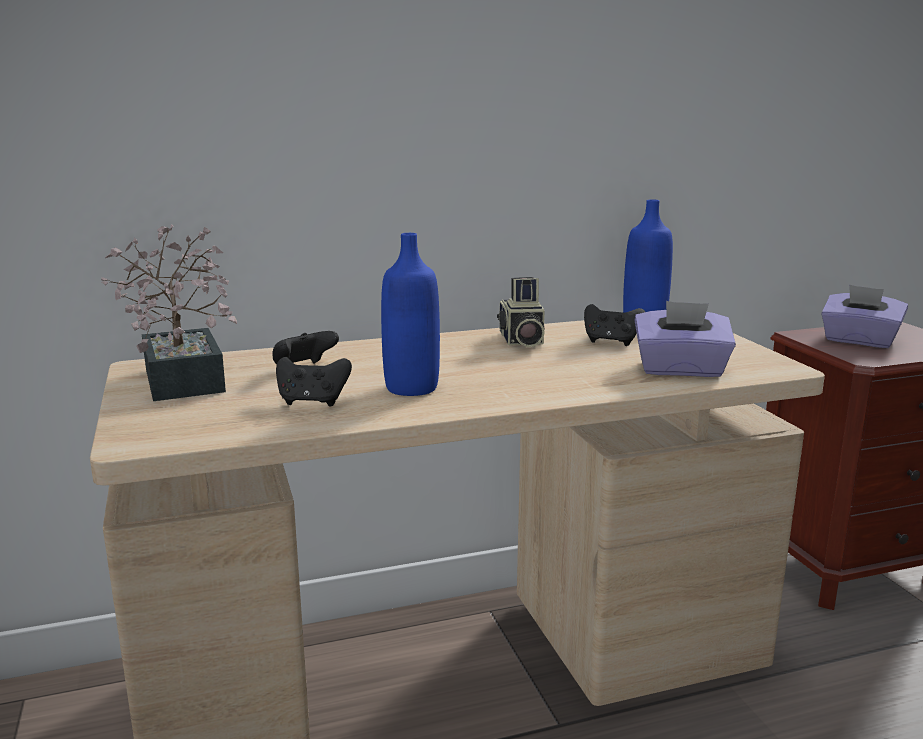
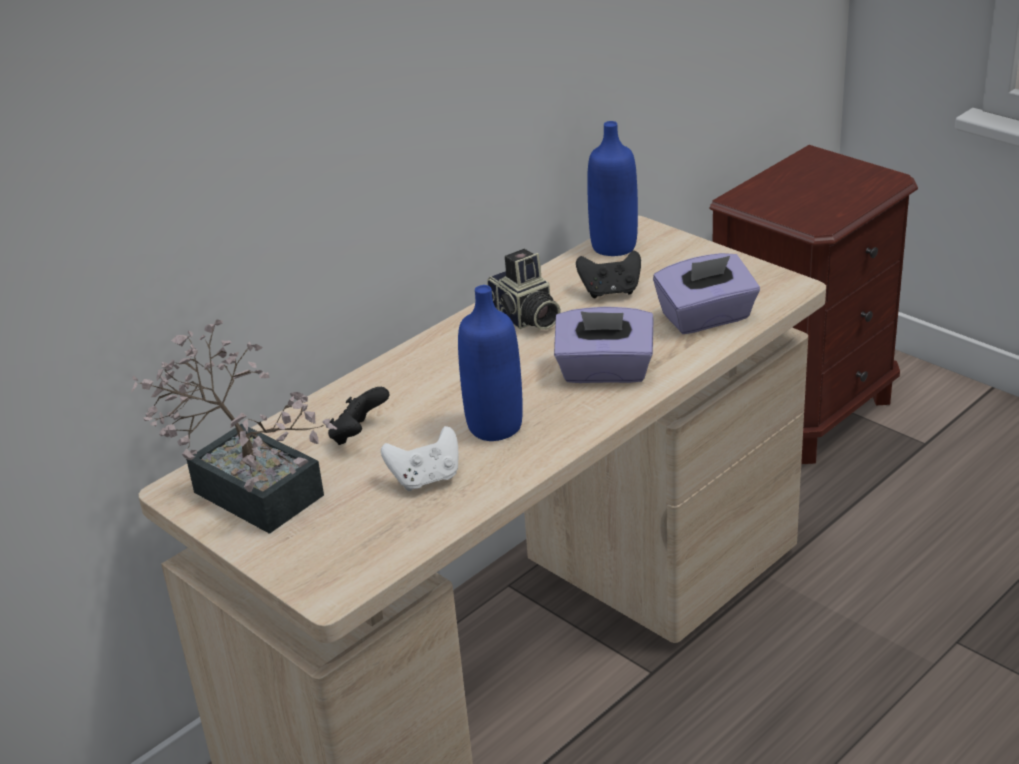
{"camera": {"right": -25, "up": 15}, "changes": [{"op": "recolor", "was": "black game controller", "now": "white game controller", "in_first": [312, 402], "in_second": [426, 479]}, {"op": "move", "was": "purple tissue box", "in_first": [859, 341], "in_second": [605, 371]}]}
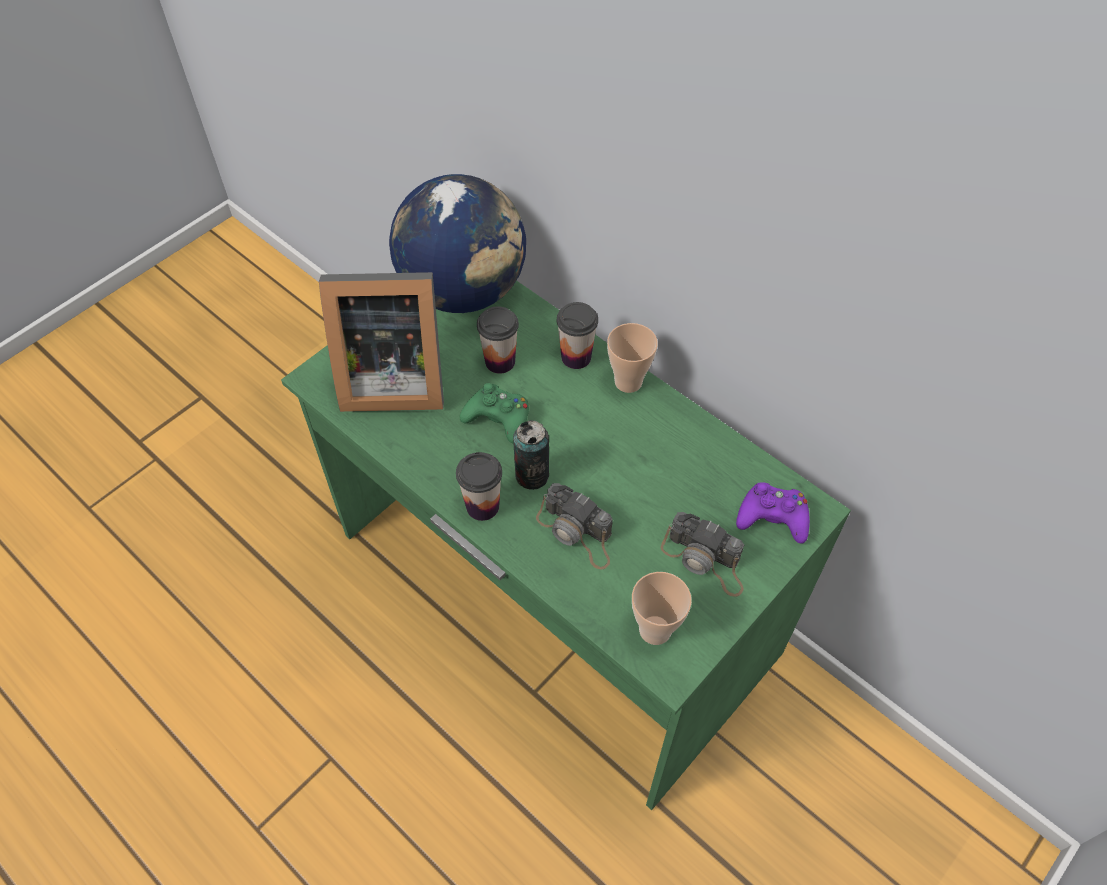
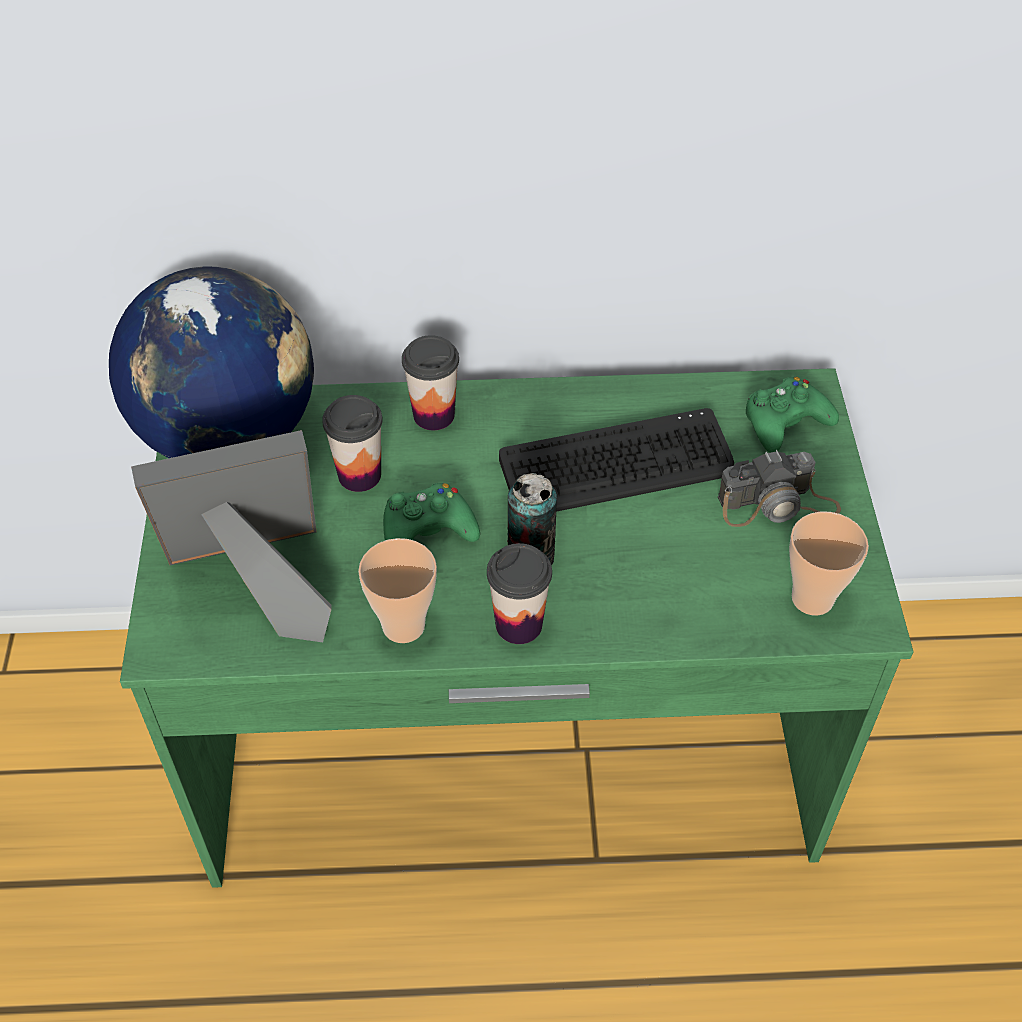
{"camera": {"right": -45, "up": -5}, "changes": [{"op": "rotate", "was": "picture frame", "in_first": [390, 379], "in_second": [257, 581], "clockwise": -150}, {"op": "move", "was": "cup", "in_first": [628, 382], "in_second": [403, 626]}, {"op": "insert", "now": "keyboard", "in_second": [617, 466]}, {"op": "recolor", "was": "purple game controller", "now": "green game controller", "in_first": [773, 517], "in_second": [785, 422]}, {"op": "delete", "was": "photo camera", "in_first": [577, 533]}]}
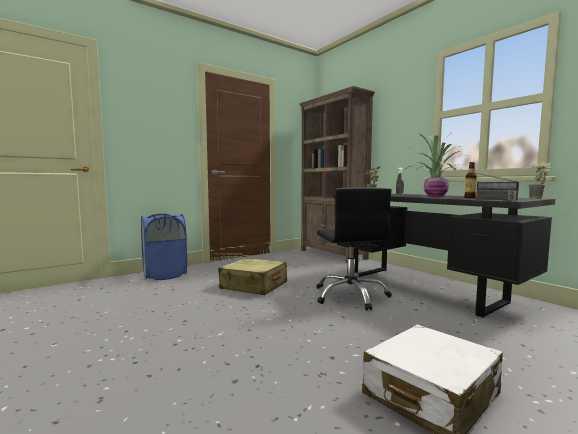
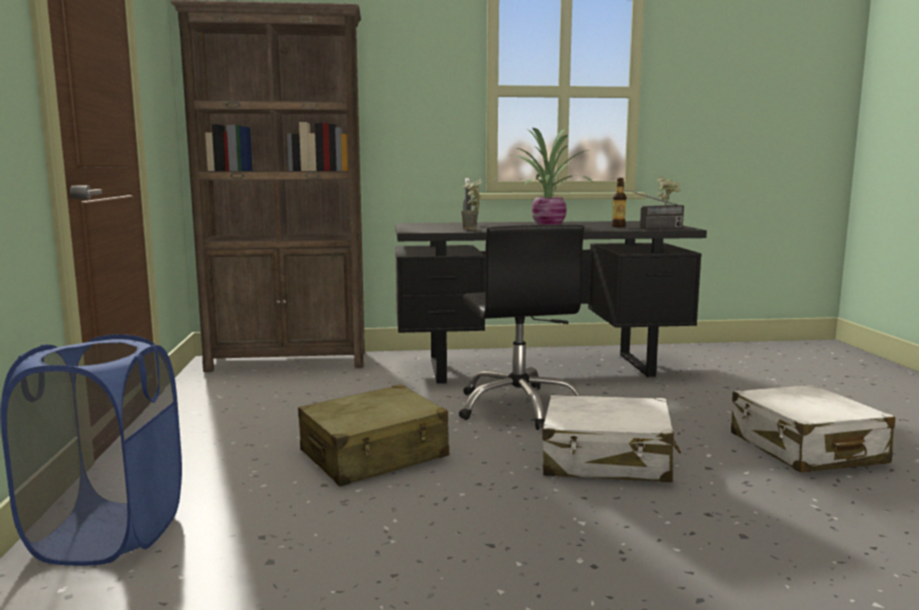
{"camera": {"right": -60, "up": 5}, "changes": [{"op": "rotate", "was": "black office chair", "in_first": [350, 296], "in_second": [519, 407], "clockwise": 60}, {"op": "insert", "now": "white suitcase", "in_second": [607, 460]}]}
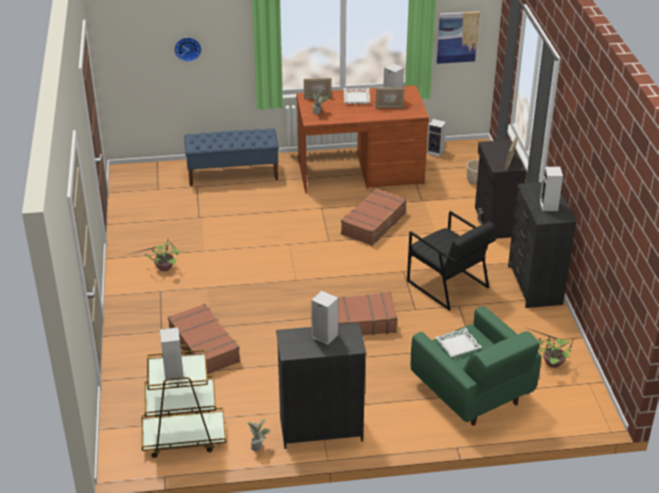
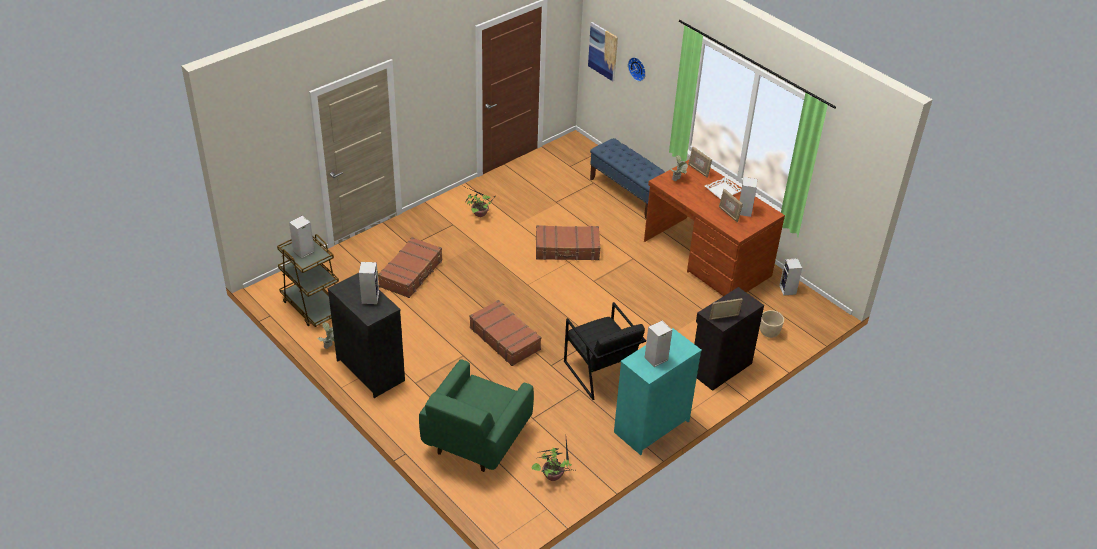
{"camera": {"right": 55, "up": 5}, "changes": [{"op": "move", "was": "brown suitcase", "in_first": [374, 224], "in_second": [567, 249]}, {"op": "rotate", "was": "black armchair", "in_first": [447, 284], "in_second": [601, 371], "clockwise": -45}, {"op": "move", "was": "picture", "in_first": [457, 37], "in_second": [603, 51]}, {"op": "recolor", "was": "black dresser", "now": "turquoise dresser", "in_first": [534, 285], "in_second": [651, 426]}, {"op": "delete", "was": "white tray", "in_first": [458, 345]}]}
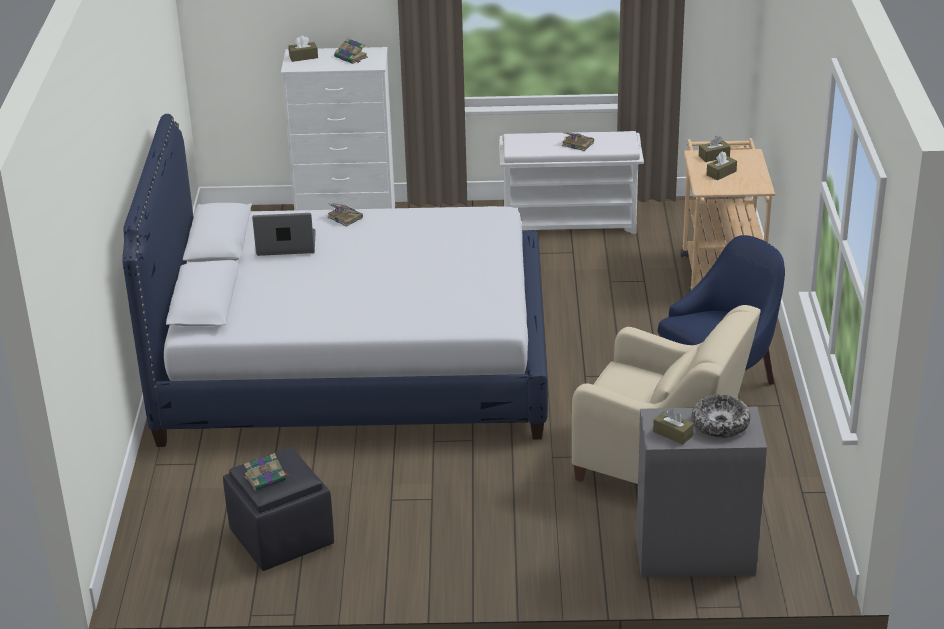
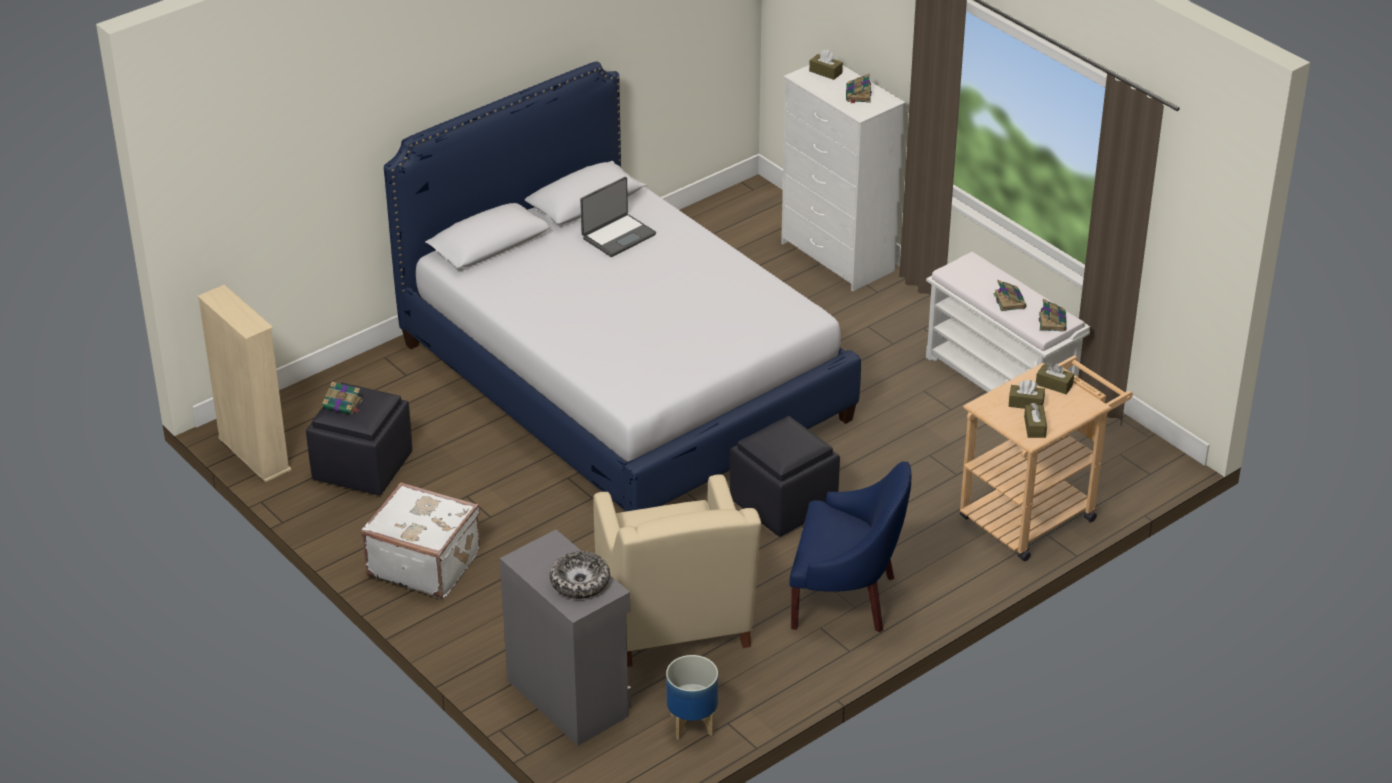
{"camera": {"right": 50, "up": 5}, "changes": [{"op": "insert", "now": "beige bookcase", "in_second": [254, 454]}, {"op": "insert", "now": "white suitcase", "in_second": [424, 563]}, {"op": "rotate", "was": "laptop", "in_first": [286, 245], "in_second": [618, 236], "clockwise": 90}, {"op": "insert", "now": "planter", "in_second": [693, 724]}, {"op": "insert", "now": "black ottoman", "in_second": [783, 503]}, {"op": "move", "was": "brown tissue box", "in_first": [673, 434], "in_second": [1034, 427]}, {"op": "move", "was": "book", "in_first": [344, 217], "in_second": [1052, 321]}]}
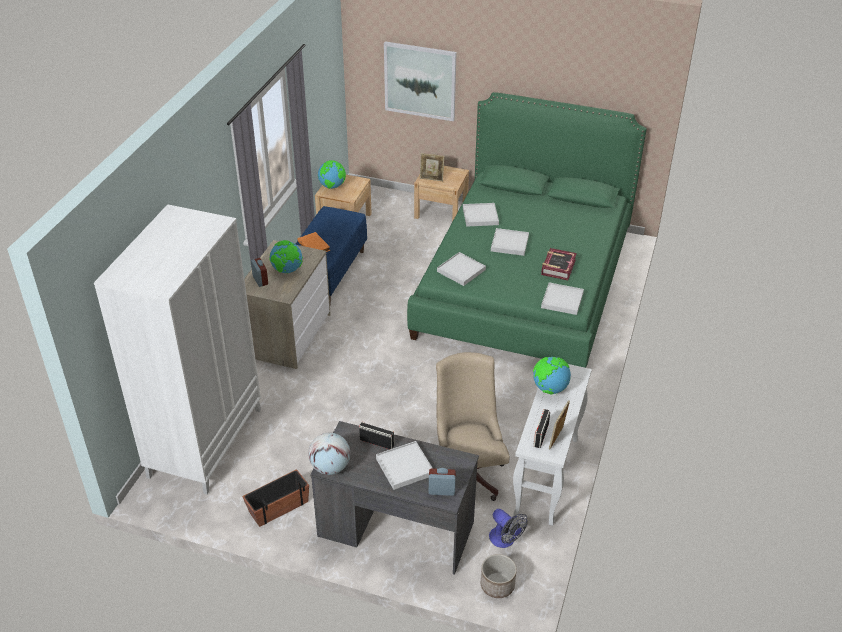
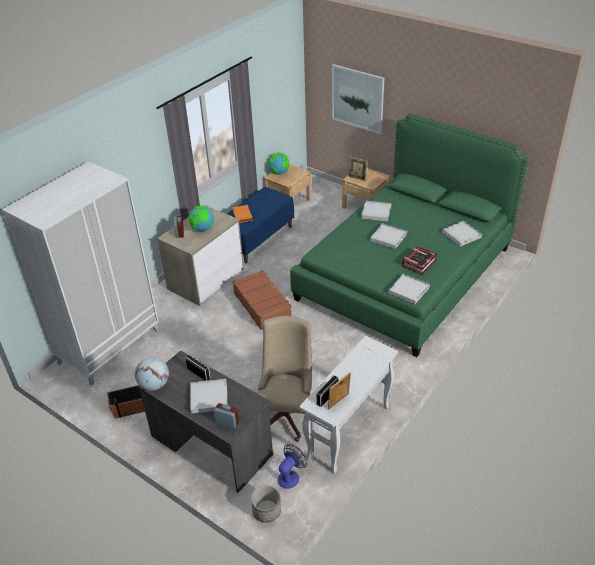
{"camera": {"right": 20, "up": 0}, "changes": [{"op": "insert", "now": "brown suitcase", "in_second": [262, 305]}, {"op": "rotate", "was": "fan", "in_first": [505, 540], "in_second": [290, 476], "clockwise": -120}, {"op": "move", "was": "white tray", "in_first": [461, 270], "in_second": [461, 235]}, {"op": "delete", "was": "globe", "in_first": [549, 389]}]}
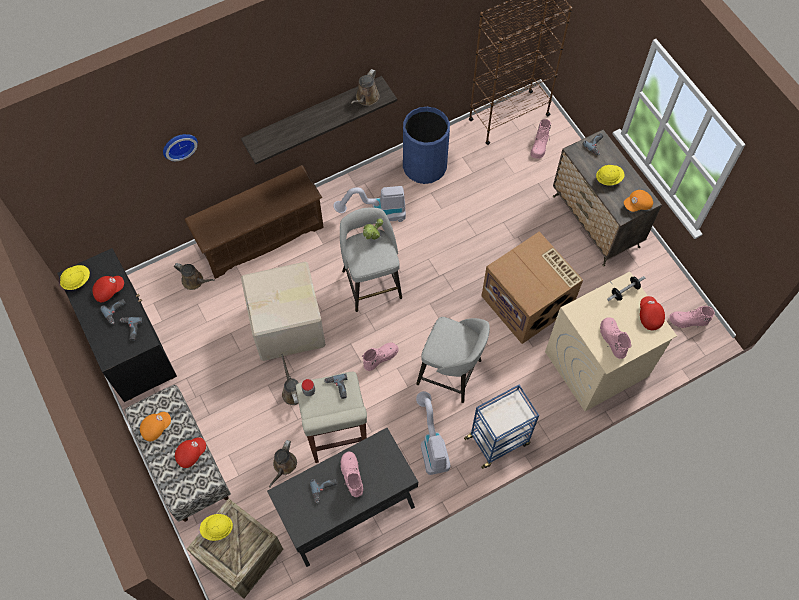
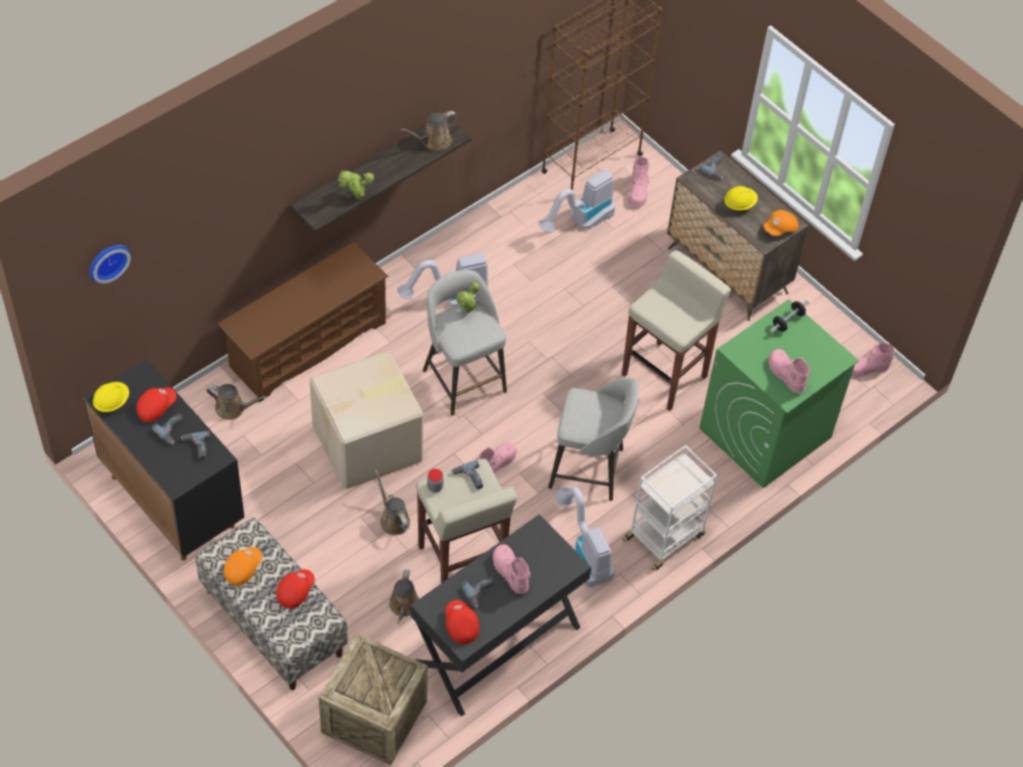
{"camera": {"right": -15, "up": -10}, "changes": [{"op": "move", "was": "wall clock", "in_first": [179, 144], "in_second": [107, 261]}, {"op": "insert", "now": "potted plant", "in_second": [356, 197]}, {"op": "rotate", "was": "brown watering can", "in_first": [366, 98], "in_second": [434, 141], "clockwise": 45}, {"op": "move", "was": "red cap", "in_first": [649, 316], "in_second": [460, 626]}, {"op": "insert", "now": "vacuum cleaner", "in_second": [580, 223]}, {"op": "replace", "was": "cardboard box", "now": "beige stool", "in_first": [528, 302], "in_second": [665, 375]}, {"op": "recolor", "was": "blue cart", "now": "white cart", "in_first": [498, 440], "in_second": [665, 536]}, {"op": "recolor", "was": "beige washing machine", "now": "green washing machine", "in_first": [596, 364], "in_second": [765, 433]}, {"op": "delete", "was": "yellow hard hat", "in_first": [217, 529]}, {"op": "delete", "was": "blue trash can", "in_first": [424, 166]}]}
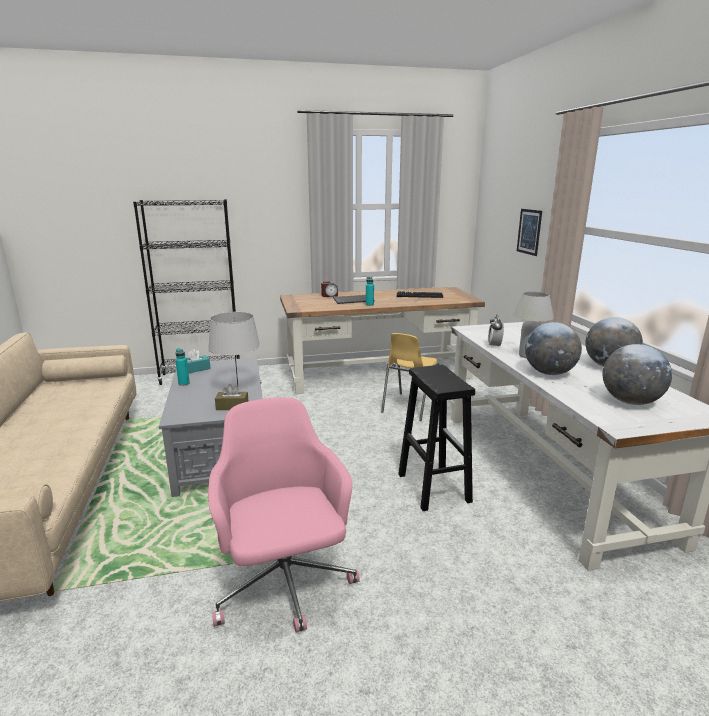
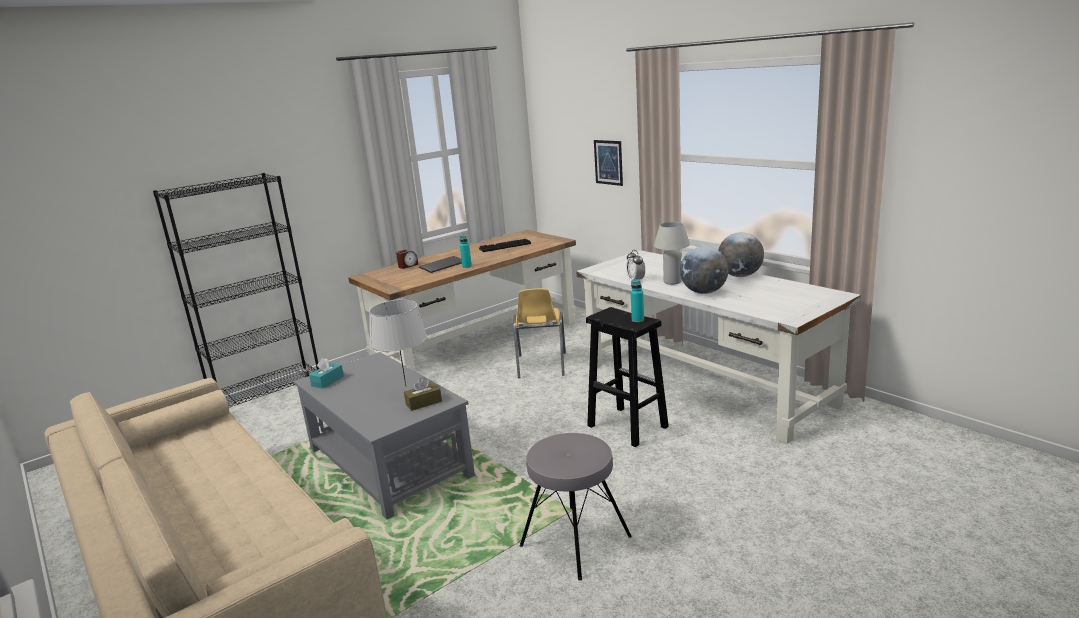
{"camera": {"right": -25, "up": 0}, "changes": [{"op": "replace", "was": "pink office chair", "now": "grey stool", "in_first": [284, 584], "in_second": [575, 540]}, {"op": "move", "was": "turquoise bottle", "in_first": [184, 383], "in_second": [637, 320]}, {"op": "delete", "was": "globe", "in_first": [630, 402]}]}
